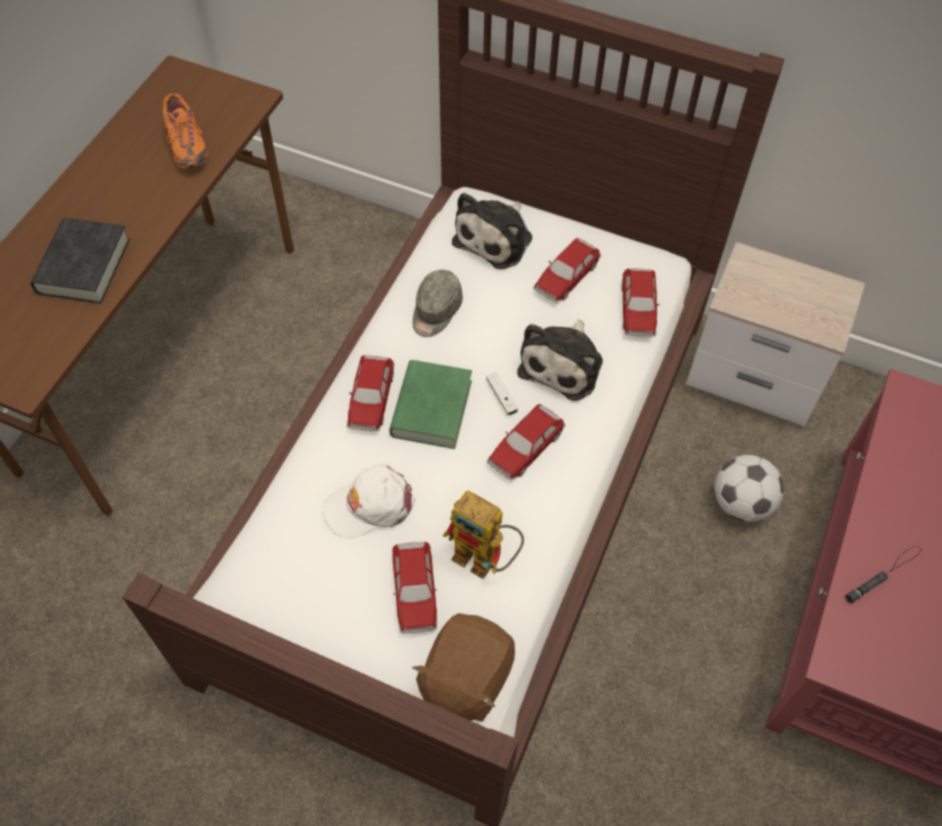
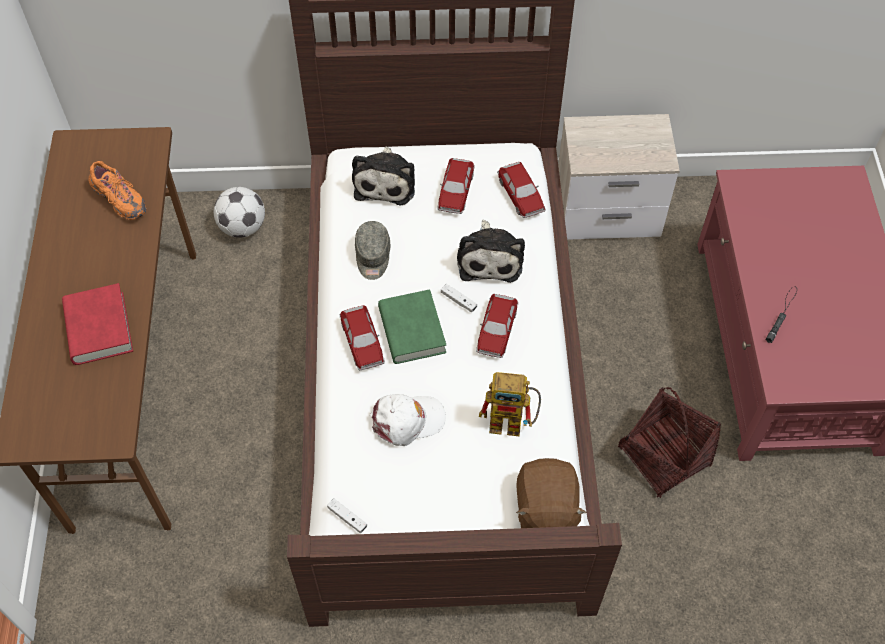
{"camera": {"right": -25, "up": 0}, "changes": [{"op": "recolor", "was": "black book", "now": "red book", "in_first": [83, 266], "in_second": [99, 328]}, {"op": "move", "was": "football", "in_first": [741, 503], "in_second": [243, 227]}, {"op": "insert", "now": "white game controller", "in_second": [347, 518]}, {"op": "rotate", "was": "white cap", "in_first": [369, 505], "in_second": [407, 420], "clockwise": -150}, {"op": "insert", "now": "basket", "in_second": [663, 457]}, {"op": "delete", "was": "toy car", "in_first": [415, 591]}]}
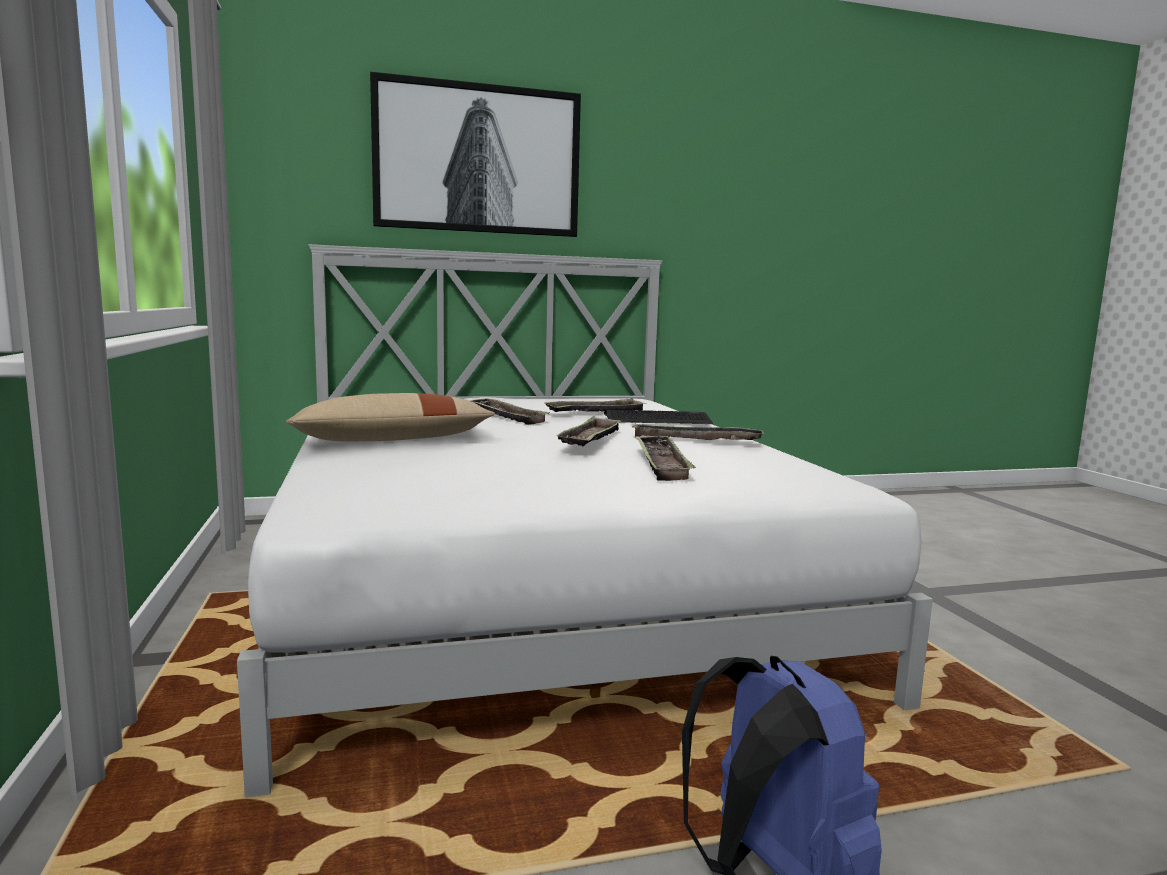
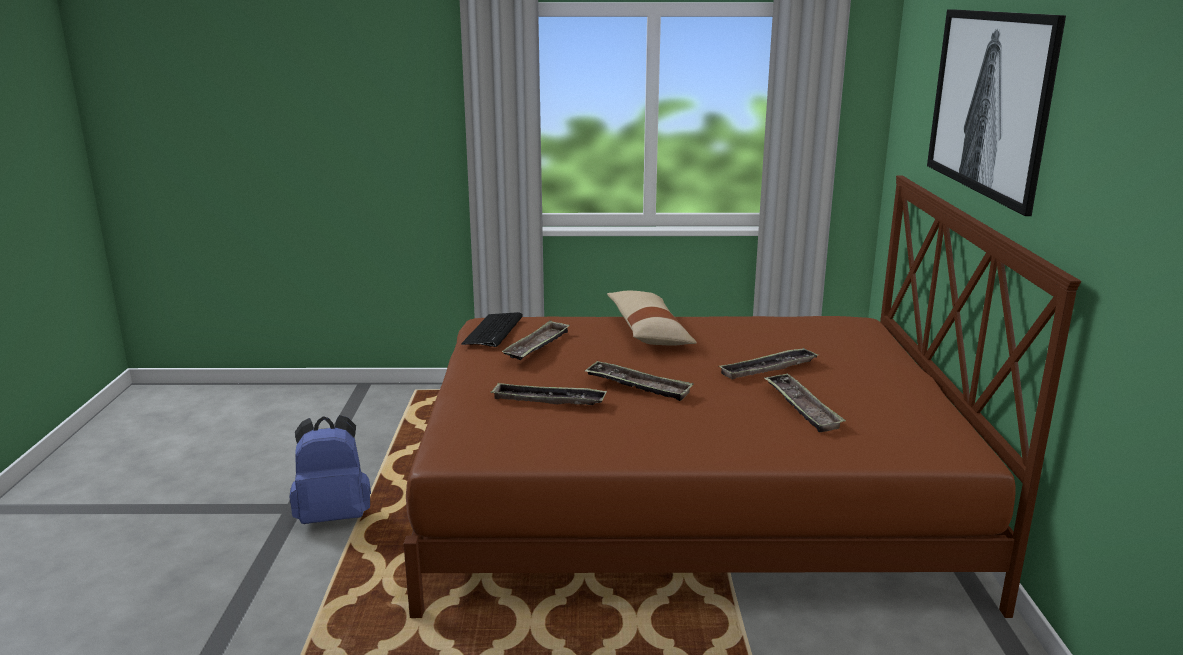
{"camera": {"right": 105, "up": 10}, "changes": [{"op": "recolor", "was": "white bed", "now": "brown bed", "in_first": [532, 584], "in_second": [687, 496]}, {"op": "move", "was": "keyboard", "in_first": [658, 420], "in_second": [493, 331]}, {"op": "move", "was": "tray", "in_first": [696, 439], "in_second": [537, 346]}]}
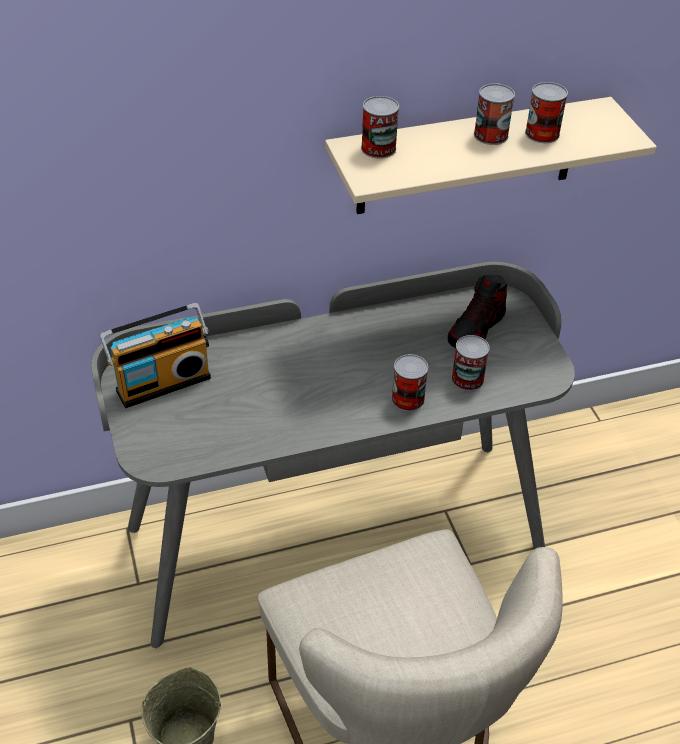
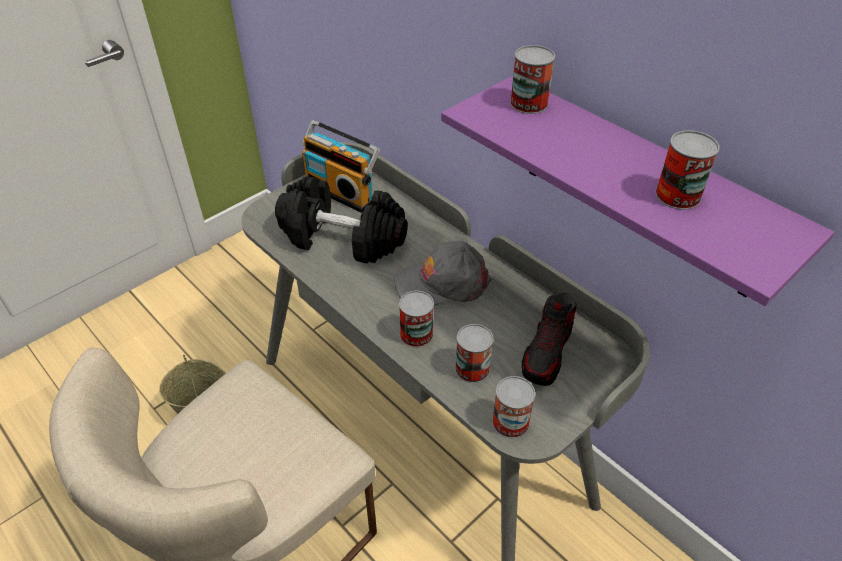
{"camera": {"right": 65, "up": 0}, "changes": [{"op": "insert", "now": "black dumbbell", "in_second": [342, 239]}, {"op": "insert", "now": "grey cap", "in_second": [442, 283]}, {"op": "recolor", "was": "beige shelf", "now": "purple shelf", "in_first": [467, 157], "in_second": [640, 187]}, {"op": "move", "was": "can", "in_first": [491, 135], "in_second": [510, 422]}, {"op": "rotate", "was": "shoe", "in_first": [476, 329], "in_second": [547, 353], "clockwise": -75}]}
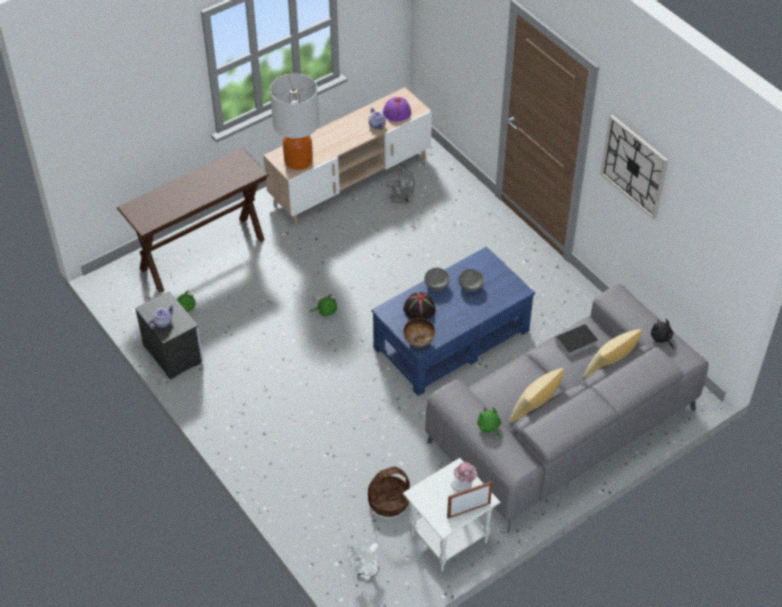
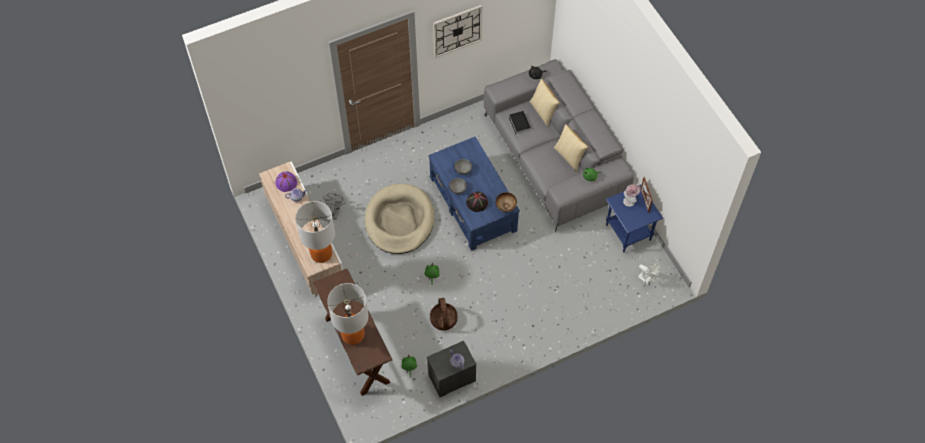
{"camera": {"right": -80, "up": 10}, "changes": [{"op": "insert", "now": "table lamp", "in_second": [352, 334]}, {"op": "insert", "now": "beige dog bed", "in_second": [399, 221]}, {"op": "move", "was": "basket", "in_first": [388, 501], "in_second": [443, 319]}, {"op": "recolor", "was": "white side table", "now": "blue side table", "in_first": [448, 539], "in_second": [628, 233]}]}
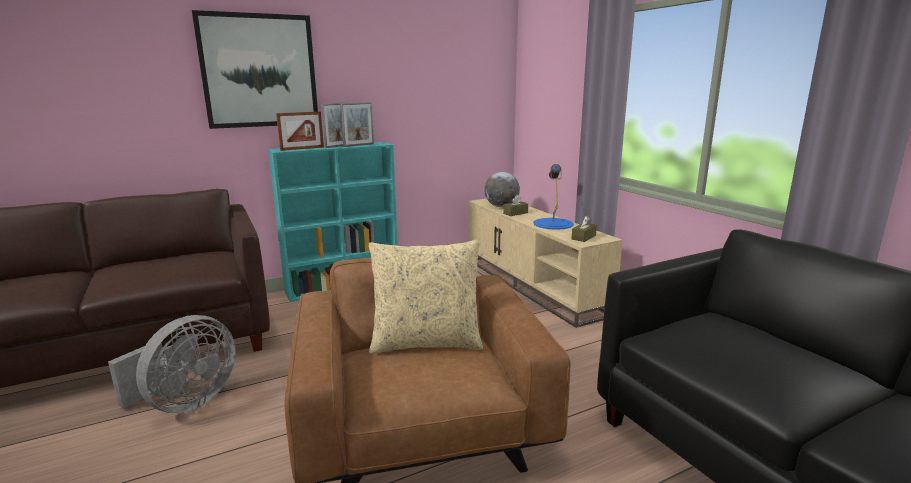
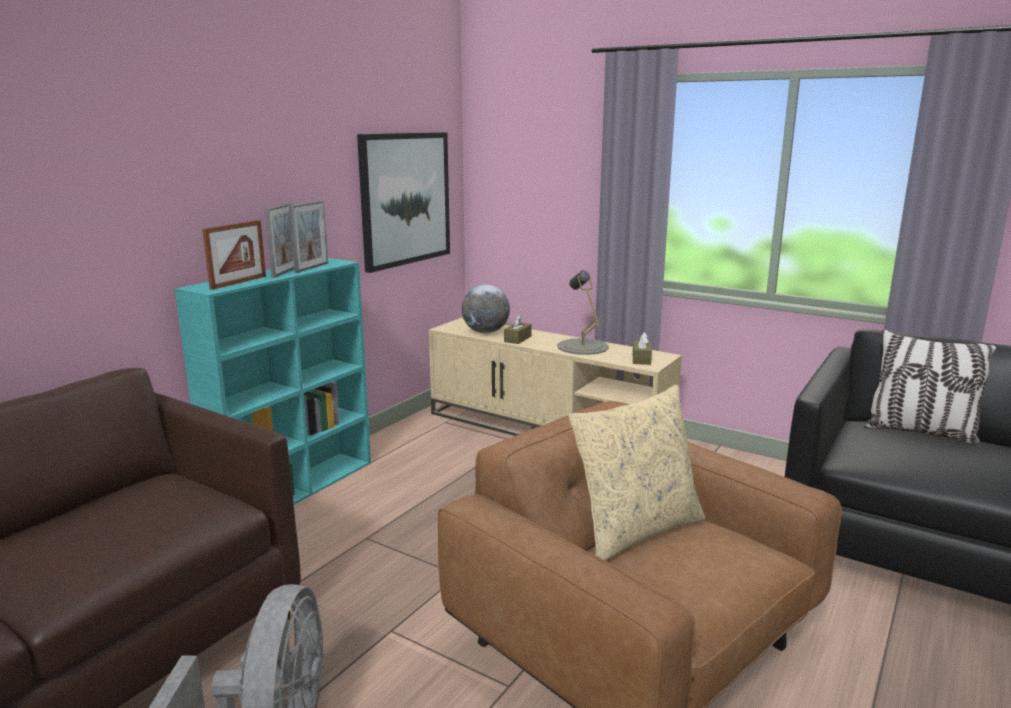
{"camera": {"right": -30, "up": 0}, "changes": [{"op": "move", "was": "picture", "in_first": [259, 71], "in_second": [405, 199]}, {"op": "recolor", "was": "blue table lamp", "now": "grey table lamp", "in_first": [553, 224], "in_second": [582, 347]}, {"op": "insert", "now": "pillow", "in_second": [920, 432]}]}
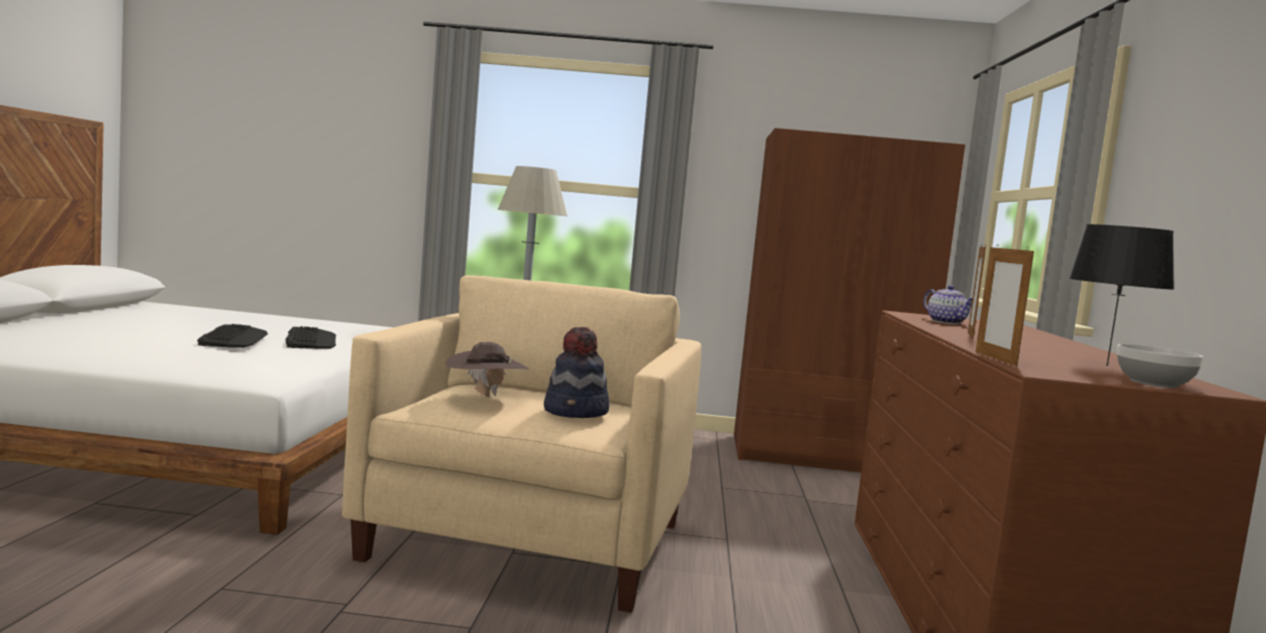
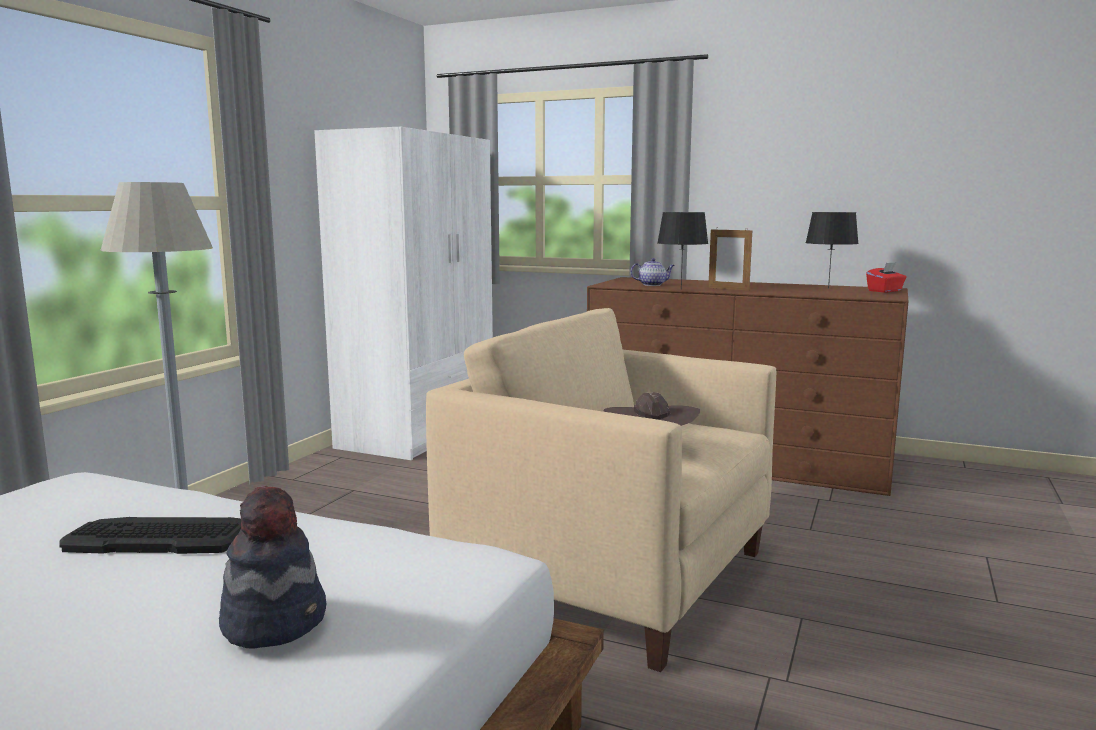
{"camera": {"right": -70, "up": 5}, "changes": [{"op": "move", "was": "hat", "in_first": [576, 412], "in_second": [275, 621]}, {"op": "recolor", "was": "brown wardrobe", "now": "white wardrobe", "in_first": [822, 456], "in_second": [419, 432]}, {"op": "insert", "now": "black table lamp", "in_second": [680, 289]}, {"op": "replace", "was": "bowl", "now": "red tissue box", "in_first": [1155, 383], "in_second": [885, 291]}, {"op": "delete", "was": "keyboard", "in_first": [234, 338]}, {"op": "delete", "was": "picture frame", "in_first": [995, 358]}]}
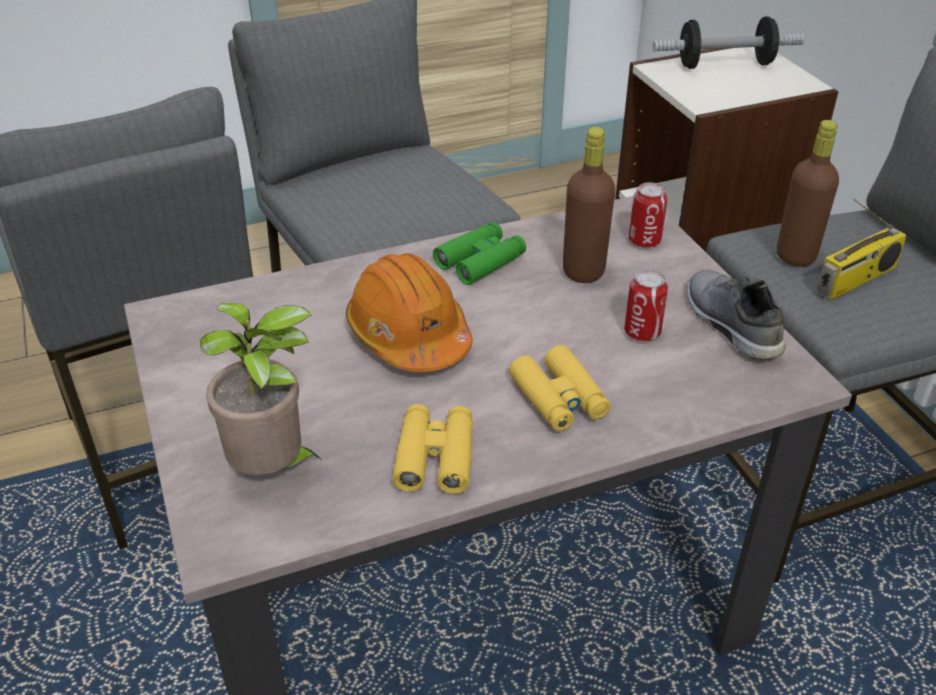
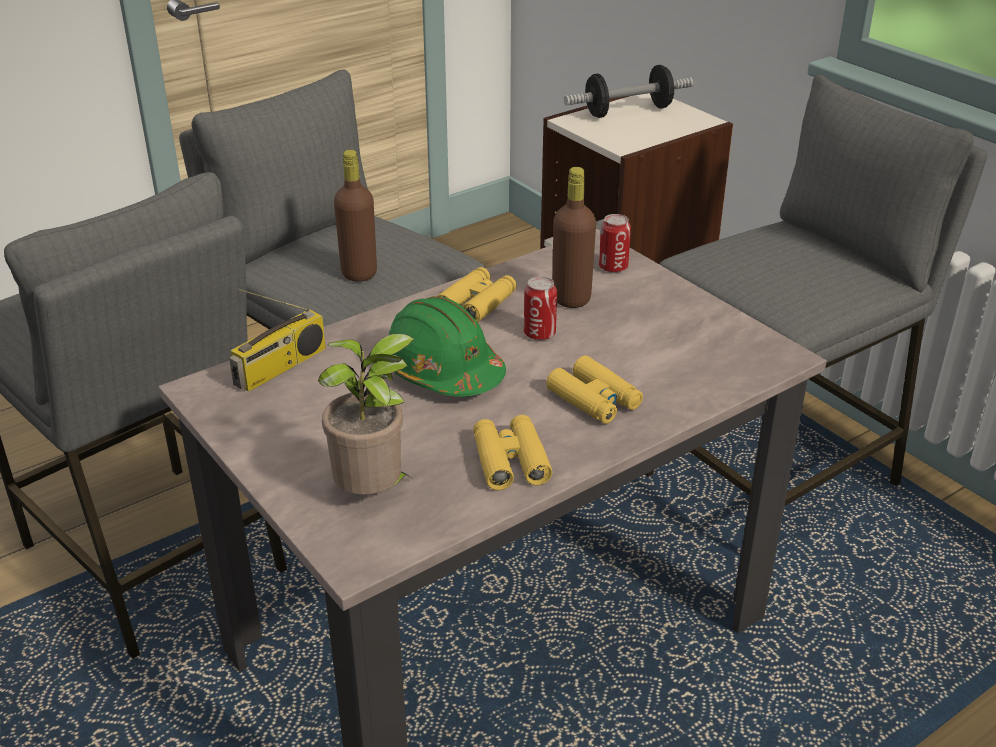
{"camera": {"right": -15, "up": -5}, "changes": [{"op": "move", "was": "radio", "in_first": [856, 280], "in_second": [280, 368]}, {"op": "move", "was": "brown bottle", "in_first": [795, 256], "in_second": [359, 273]}, {"op": "recolor", "was": "orange hard hat", "now": "green hard hat", "in_first": [409, 335], "in_second": [442, 371]}, {"op": "recolor", "was": "green binoculars", "now": "yellow binoculars", "in_first": [480, 261], "in_second": [477, 303]}, {"op": "move", "was": "can", "in_first": [642, 332], "in_second": [539, 334]}, {"op": "delete", "was": "grey shoe", "in_first": [729, 324]}]}
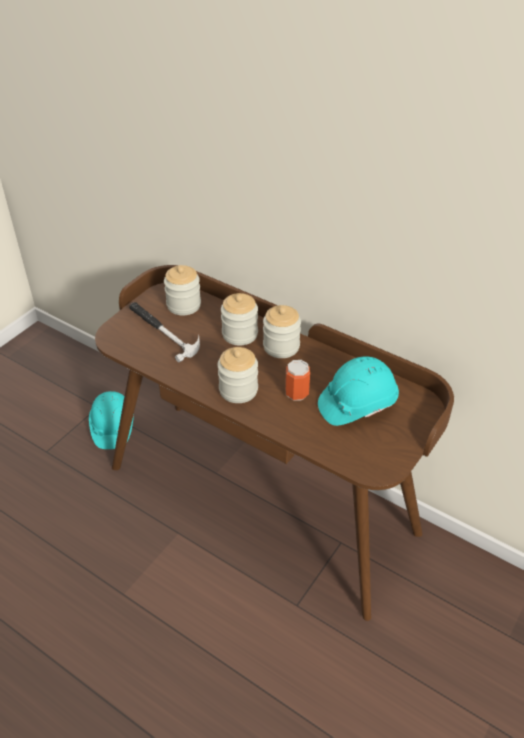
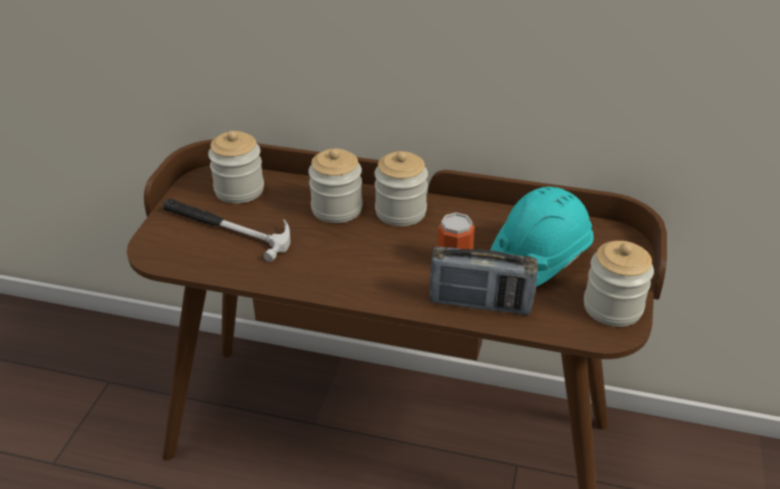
{"camera": {"right": -20, "up": -5}, "changes": [{"op": "insert", "now": "radio", "in_second": [480, 303]}, {"op": "move", "was": "jar", "in_first": [238, 390], "in_second": [612, 307]}, {"op": "delete", "was": "turquoise hard hat", "in_first": [112, 427]}]}
